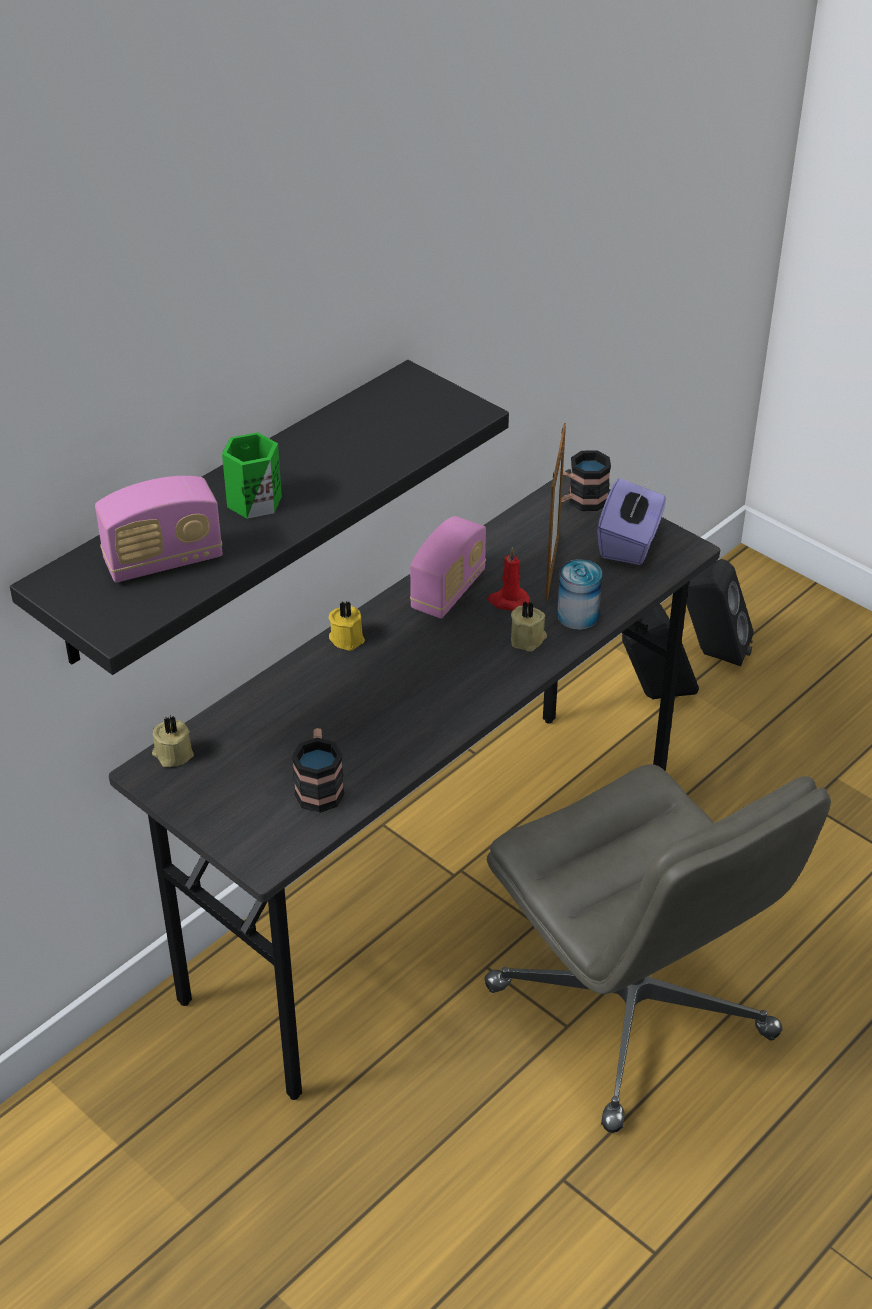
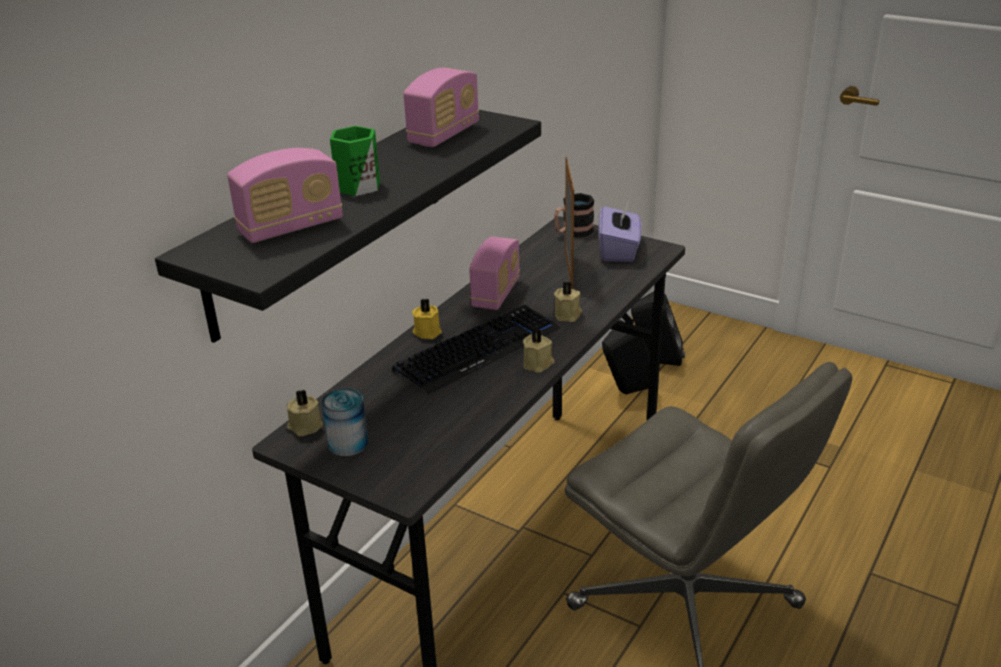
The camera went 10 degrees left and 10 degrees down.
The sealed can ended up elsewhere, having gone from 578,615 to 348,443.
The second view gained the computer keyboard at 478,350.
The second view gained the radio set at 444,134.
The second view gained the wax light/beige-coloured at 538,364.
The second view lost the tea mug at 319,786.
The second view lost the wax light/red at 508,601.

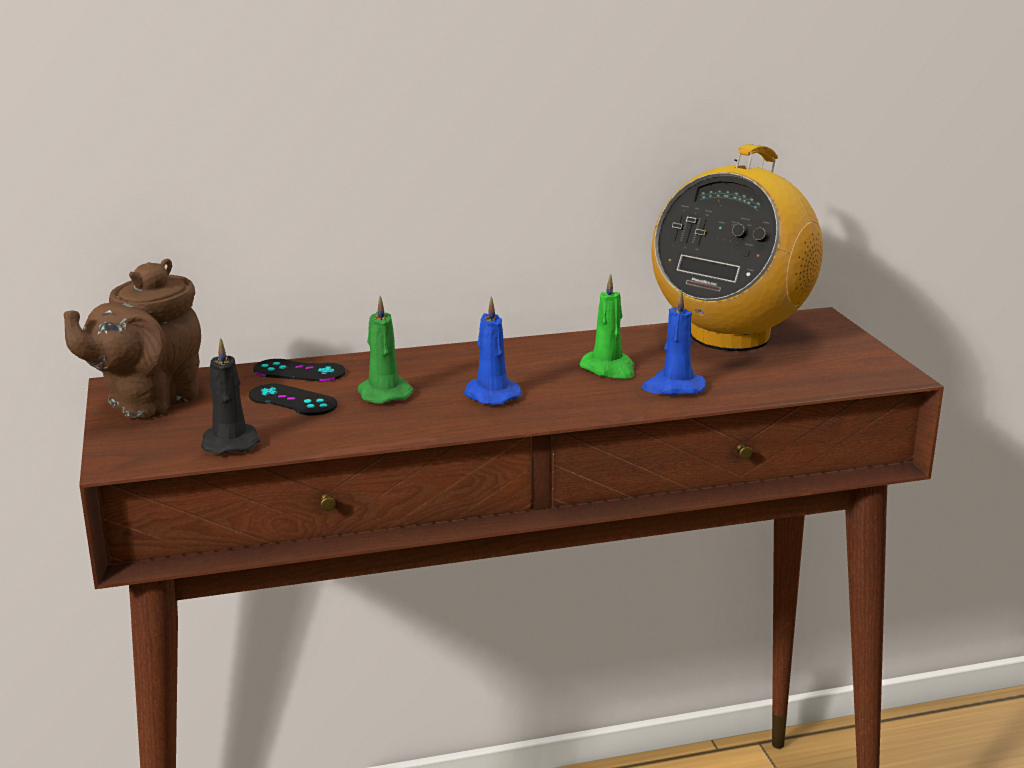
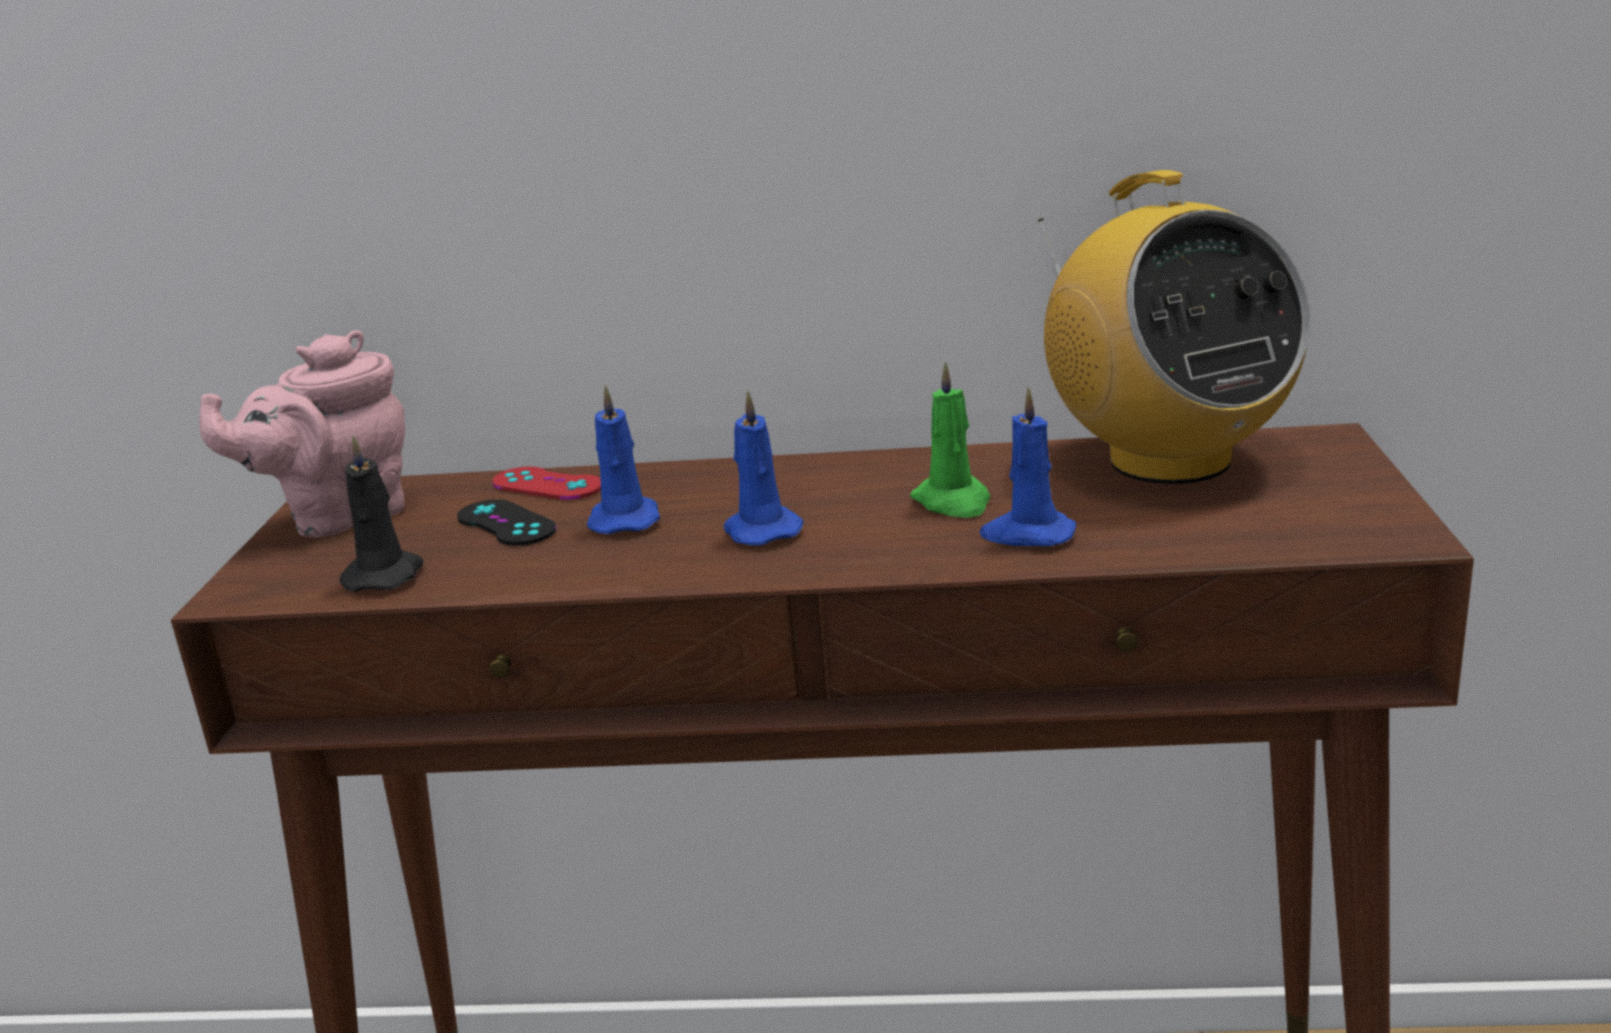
The camera went 20 degrees right and 0 degrees up.
What was the tea pot/brown-coloured at 147,403 turned into the tea pot/pink at 338,516.
What was the joypad/blackish at 299,371 turned into the joypad/red at 547,484.
What was the wax light/greenish at 383,393 turned into the wax light/blue-coloured at 625,520.
The radio set at 730,335 ended up facing another way, 75 degrees counterclockwise from before.

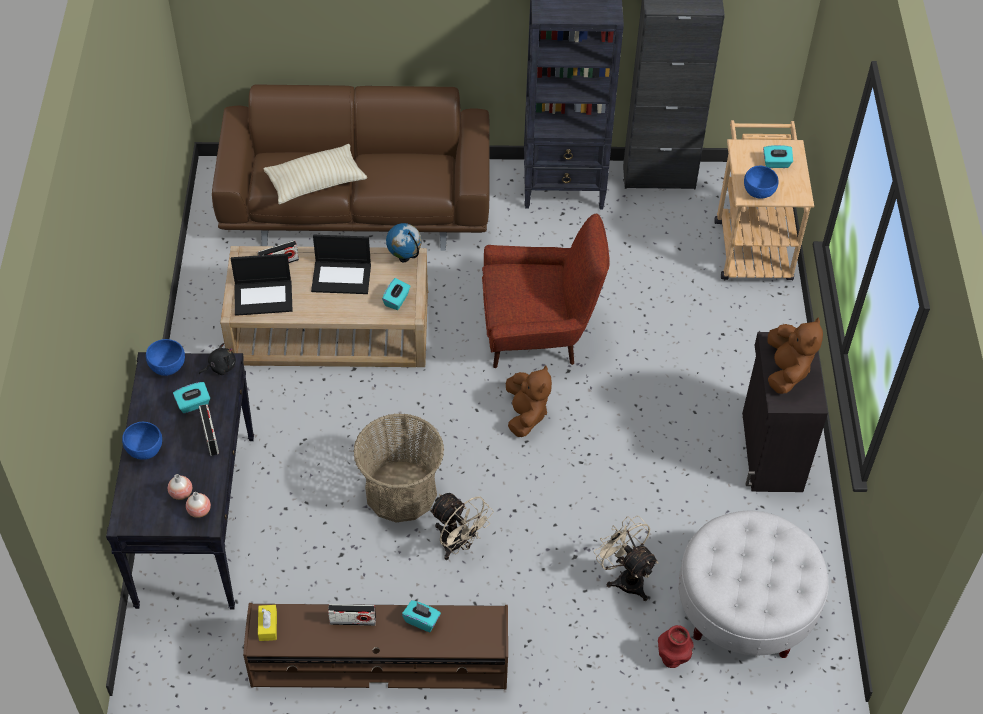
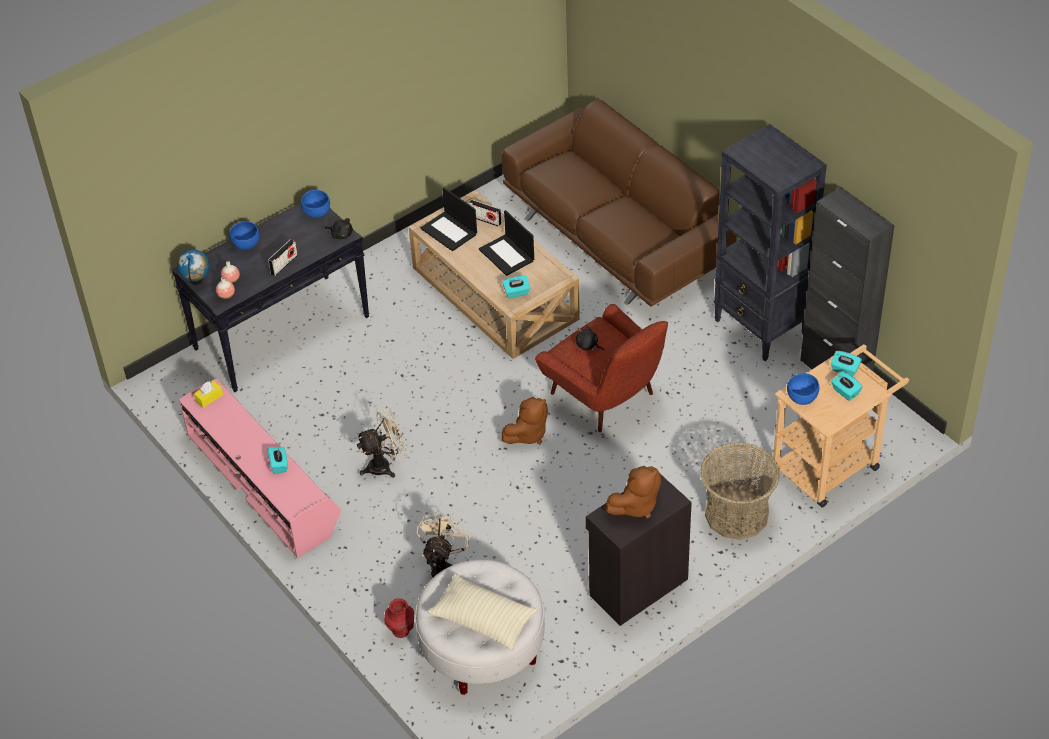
The camera went 55 degrees right and 5 degrees down.
The globe ended up elsewhere, having gone from 404,258 to 197,282.
What was the tv stand/brown-coloured at 379,657 turned into the tv stand/pink at 263,481.
The electric fan/beige-coloured at 458,544 ended up facing another way, 120 degrees counterclockwise from before.
The pillow/beige-coloured ended up elsewhere, having gone from 316,183 to 483,620.
The second view gained the cuddly toy/blackish at 588,345.
The household basket ended up elsewhere, having gone from 401,491 to 736,514.
The tissue box/turquoise-coloured ended up elsewhere, having gone from 193,404 to 844,370.
The second view lost the radio set at 352,621.

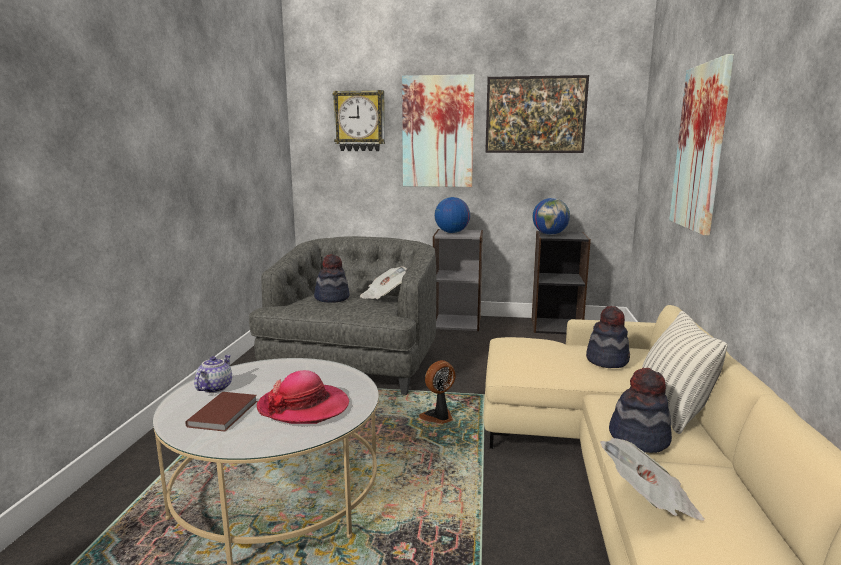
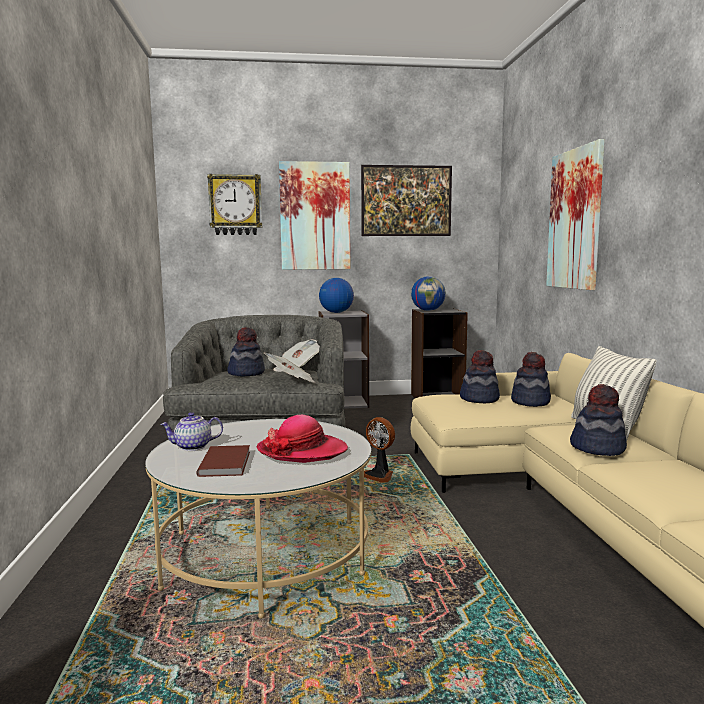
The camera went 15 degrees left and 5 degrees down.
The tea pot at 214,388 ended up facing another way, 105 degrees counterclockwise from before.
The daily paper ended up elsewhere, having gone from 649,501 to 291,381.
The electric fan at 438,417 ended up facing another way, 90 degrees counterclockwise from before.
The second view gained the clothing hat at 479,399.

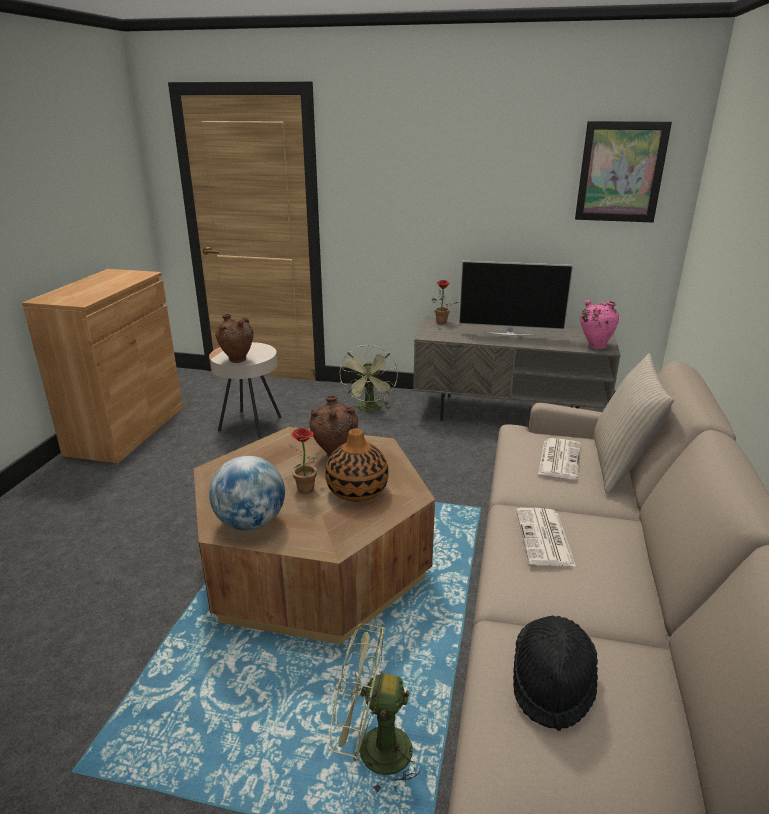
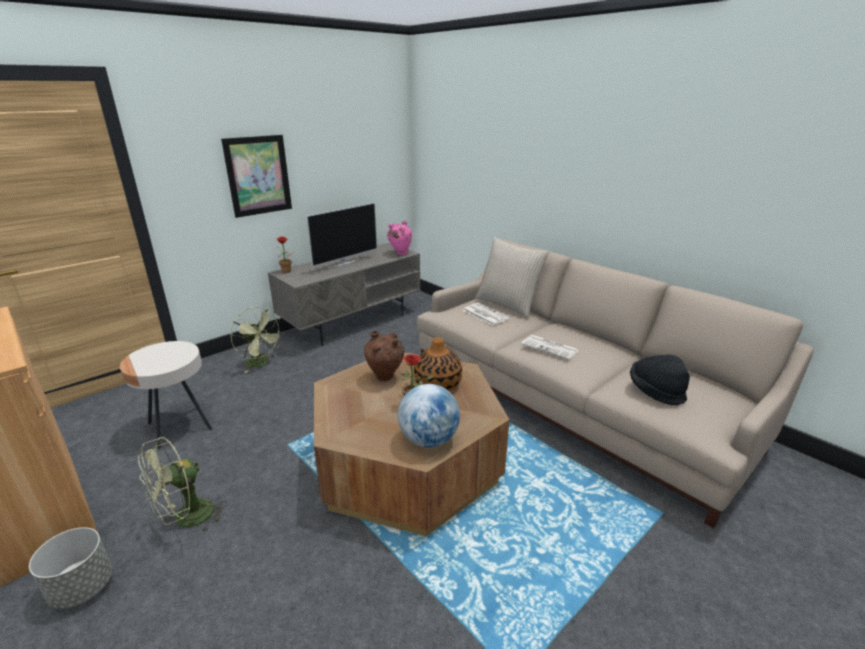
The camera went 55 degrees left and 0 degrees up.
The second view gained the planter/gray at 82,587.
The electric fan/greenish ended up elsewhere, having gone from 372,751 to 187,519.
The wall picture ended up elsewhere, having gone from 621,172 to 258,175.
The second view lost the decorative vase/brown-coloured at 237,361.

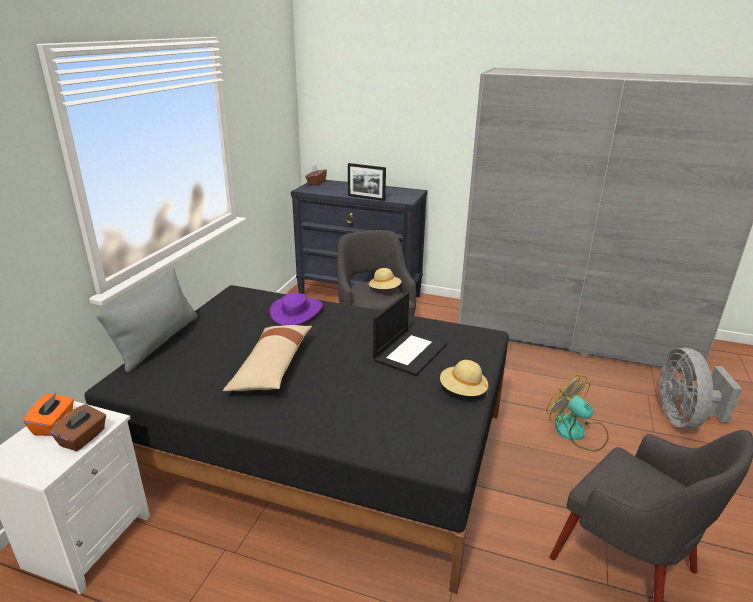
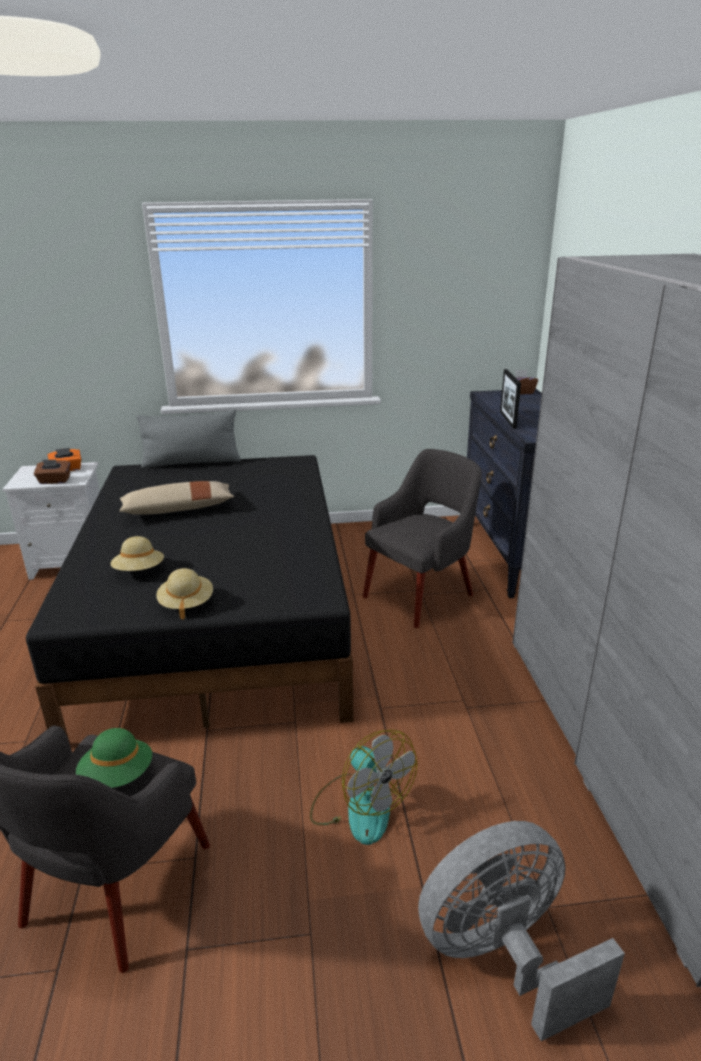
The camera went 65 degrees right and 0 degrees up.
The second view gained the clothing hat/greenish at 118,775.
The clothing hat/beige-coloured ended up elsewhere, having gone from 385,290 to 139,571.
The electric fan at 576,433 ended up facing another way, 120 degrees clockwise from before.
The second view lost the clothing hat/purple-coloured at 297,312.
The second view lost the laptop at 410,352.

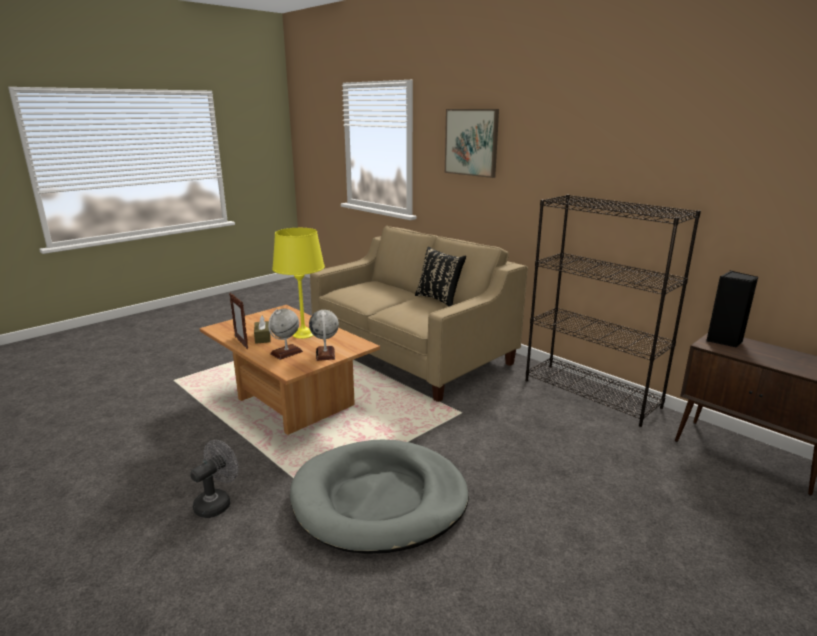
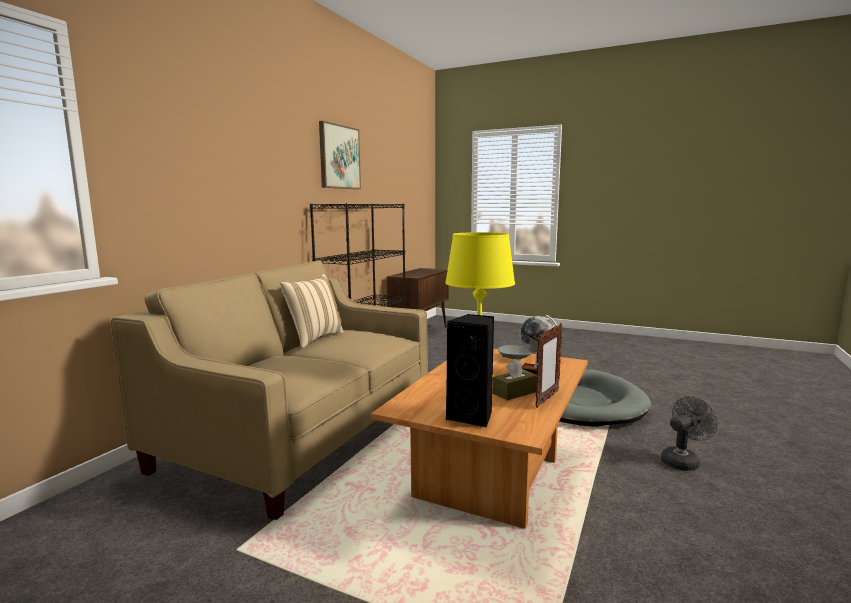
The camera went 110 degrees left and 10 degrees down.
What was the pillow/blackish at 439,299 turned into the pillow/beige-coloured at 314,338.
The wall picture ended up elsewhere, having gone from 471,142 to 339,157.
The speaker/blackish ended up elsewhere, having gone from 724,341 to 473,416.
Where the globe stood at 325,354, the bowl/gray came to stand at 515,357.
The electric fan/gray at 217,503 ended up facing another way, 135 degrees clockwise from before.

